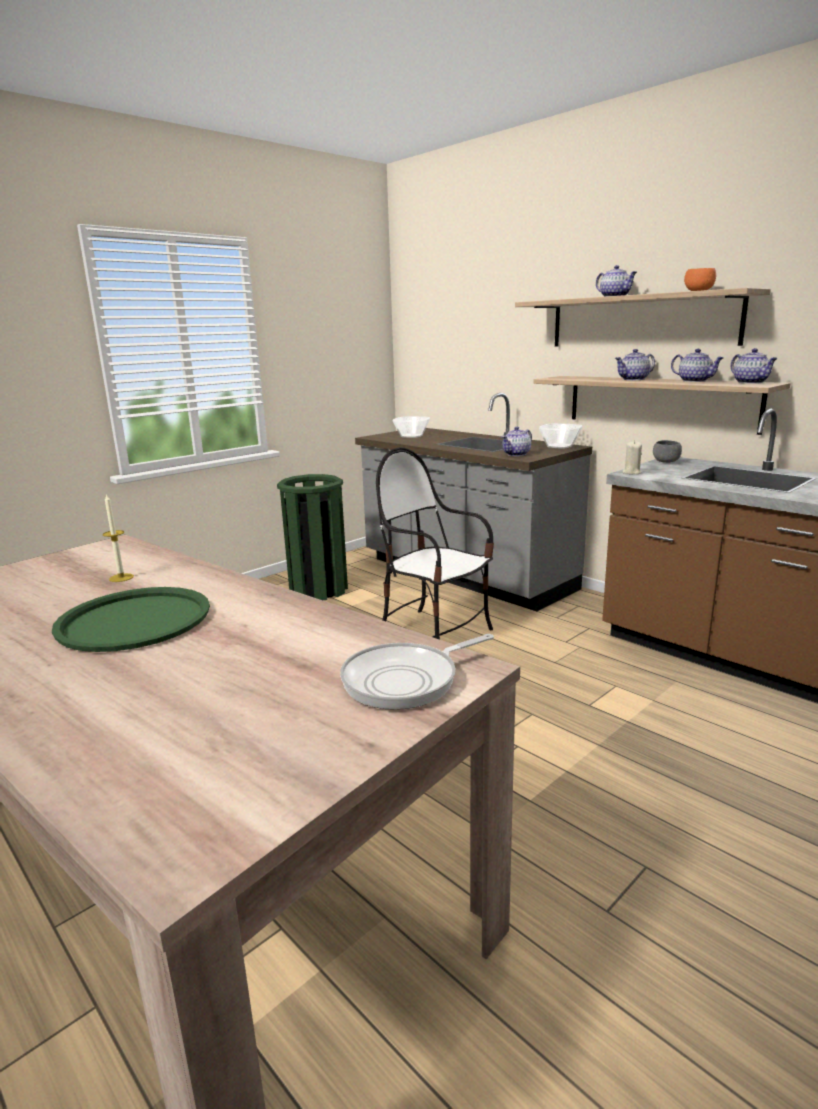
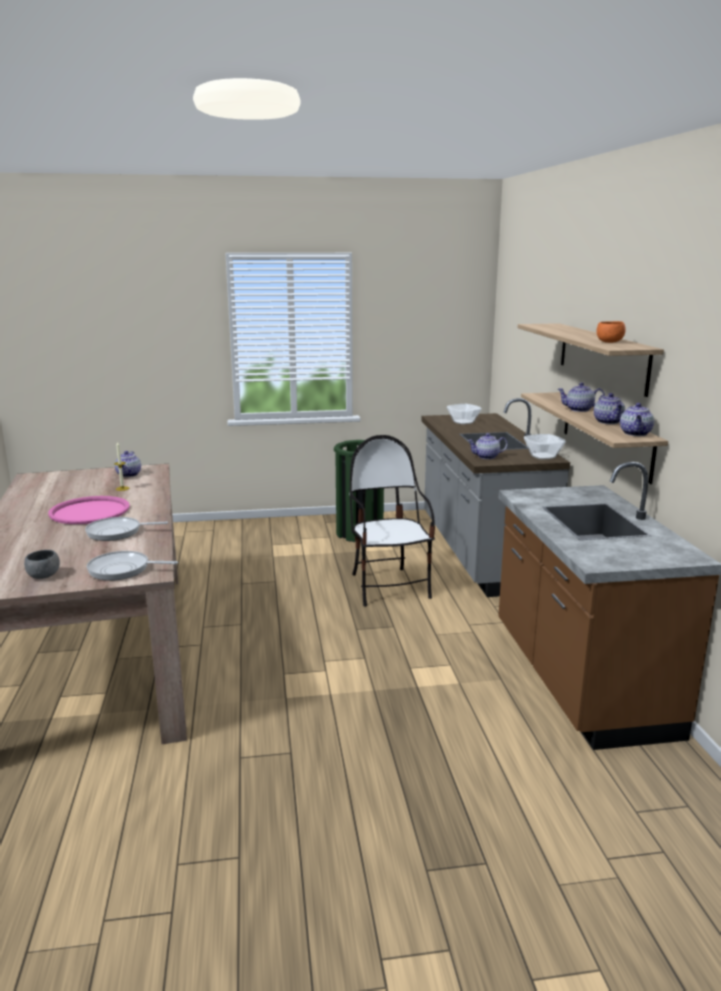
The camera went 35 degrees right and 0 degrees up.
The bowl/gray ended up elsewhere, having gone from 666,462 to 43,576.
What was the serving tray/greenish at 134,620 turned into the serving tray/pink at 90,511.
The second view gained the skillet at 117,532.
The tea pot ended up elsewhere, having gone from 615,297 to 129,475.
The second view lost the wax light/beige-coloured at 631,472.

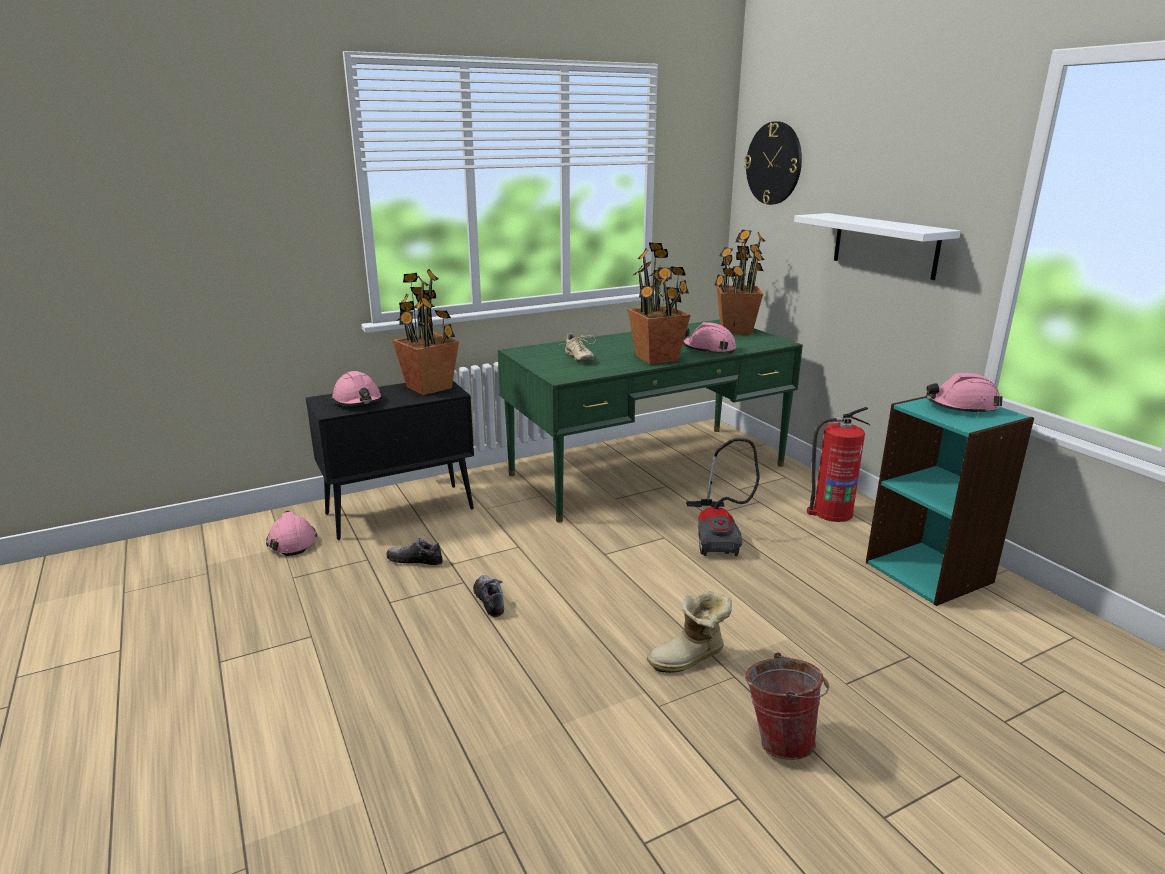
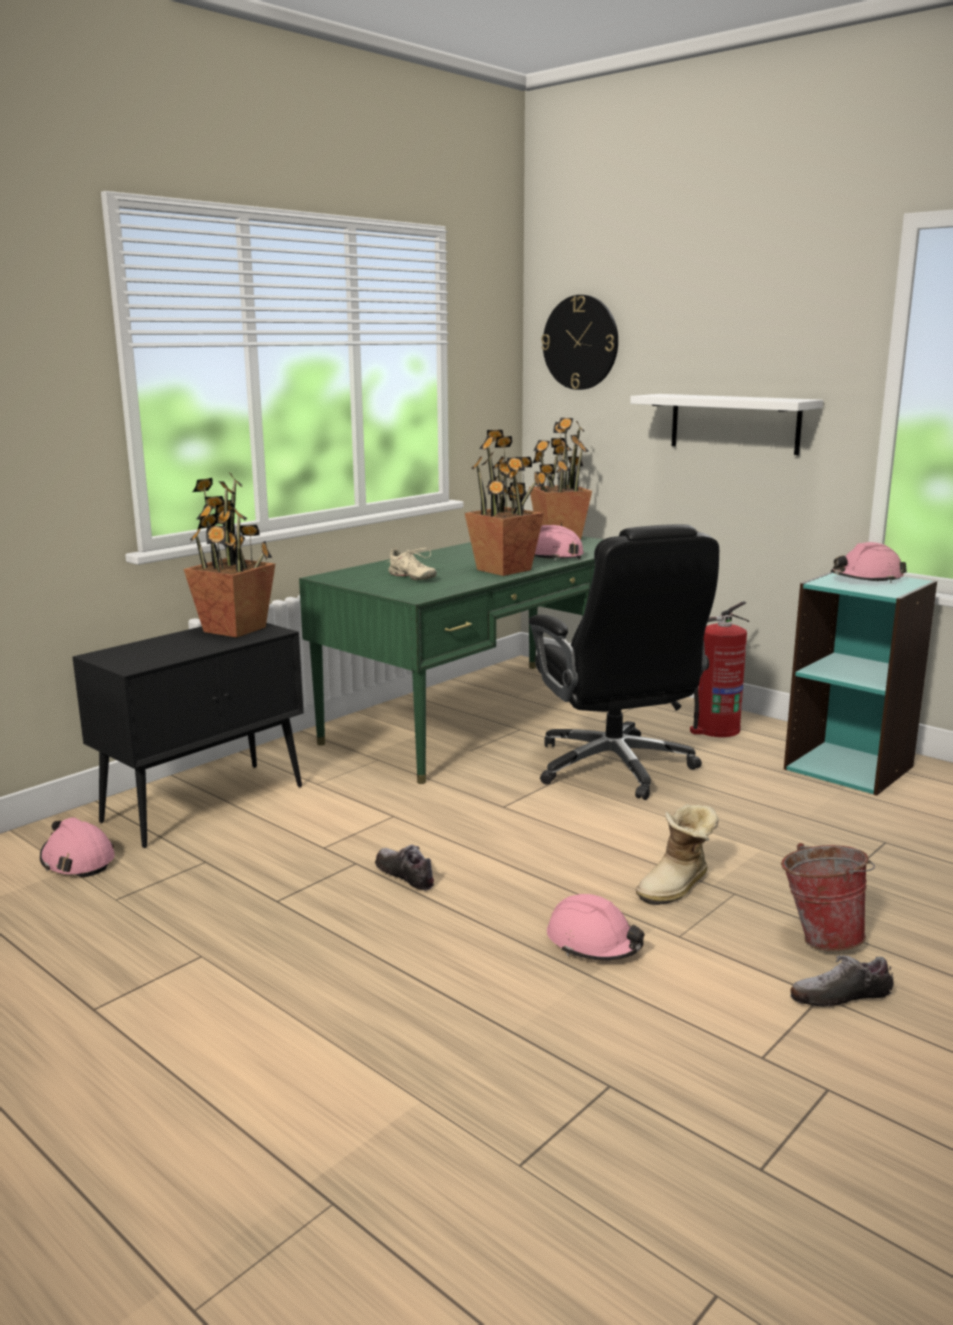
The camera went 20 degrees left and 5 degrees down.
Where the vacuum cleaner stood at 718,535, the office chair/blackish came to stand at 615,768.
The hard hat/pink ended up elsewhere, having gone from 358,401 to 594,943.
The shoe ended up elsewhere, having gone from 415,560 to 839,996.

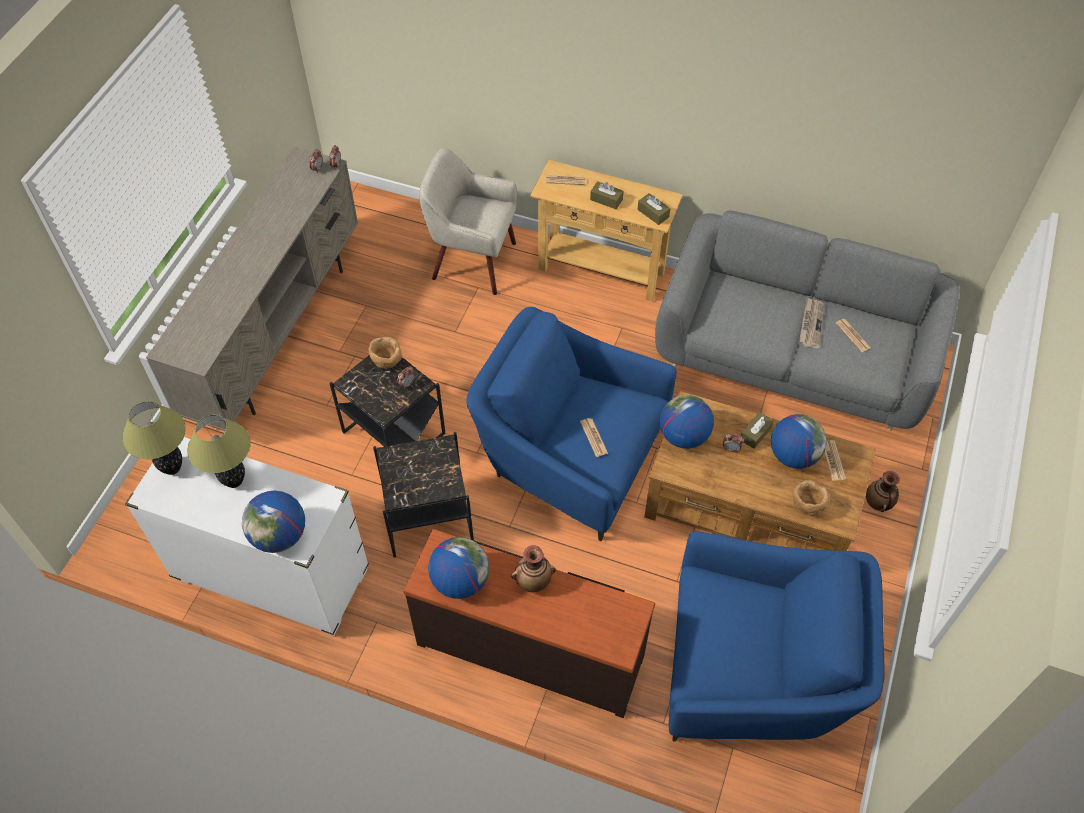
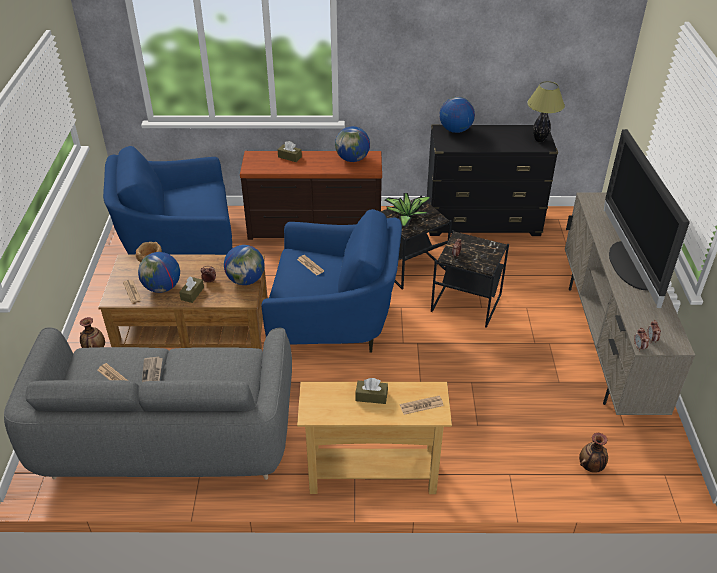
The camera went 160 degrees right and 15 degrees down.
The tissue box/brown-coloured ended up elsewhere, having gone from 653,213 to 289,157.
The second view gained the plant in a pot at 406,216.
What was the drawer chest/white-coloured at 271,574 turned into the drawer chest/blackish at 482,222.
The decorative vase ended up elsewhere, having gone from 533,581 to 591,467.
The second view gained the TV set at 630,265.
The second view lost the table lamp at 234,481.
The second view lost the bowl/brown-coloured at 387,362.
The second view lost the lounge chair/beige-coloured at 472,261.

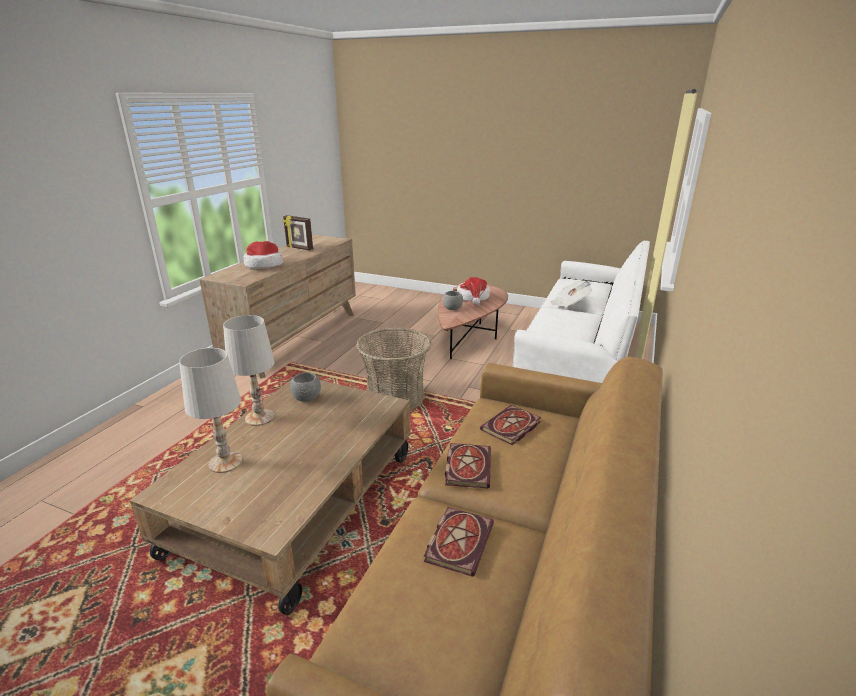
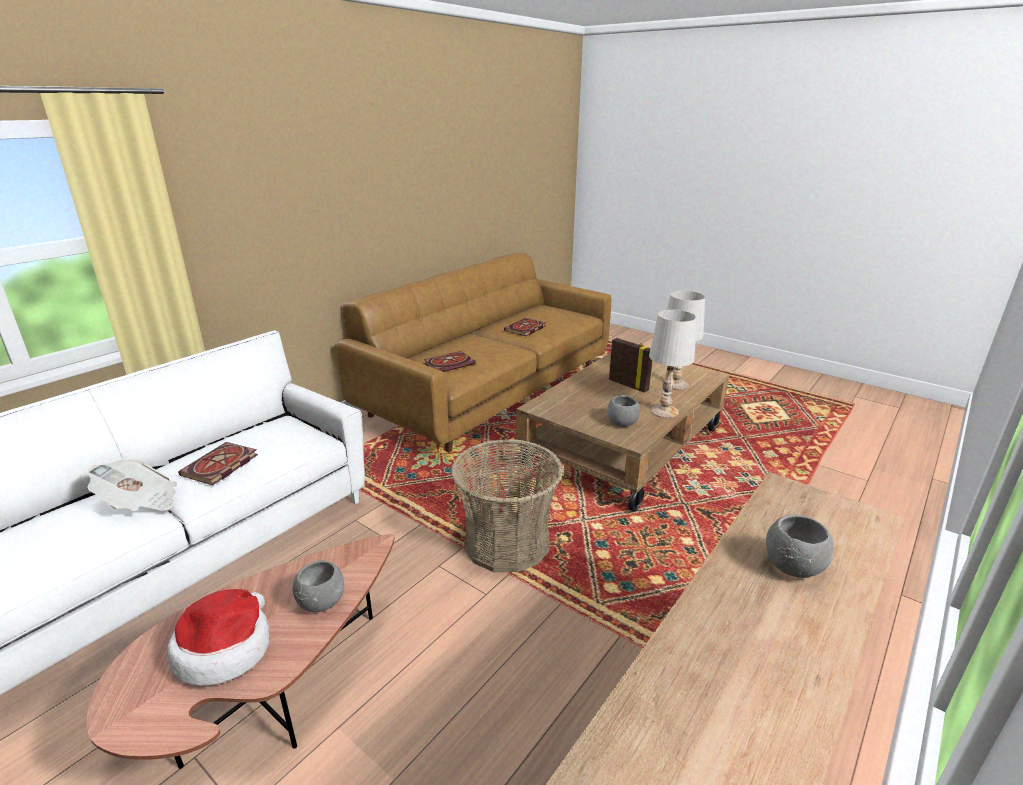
The camera went 165 degrees left and 0 degrees up.
The volume ended up elsewhere, having gone from 467,466 to 220,466.
The picture frame ended up elsewhere, having gone from 299,248 to 629,385.
Where the clothing hat stood at 264,265, the bowl/gray came to stand at 793,567.

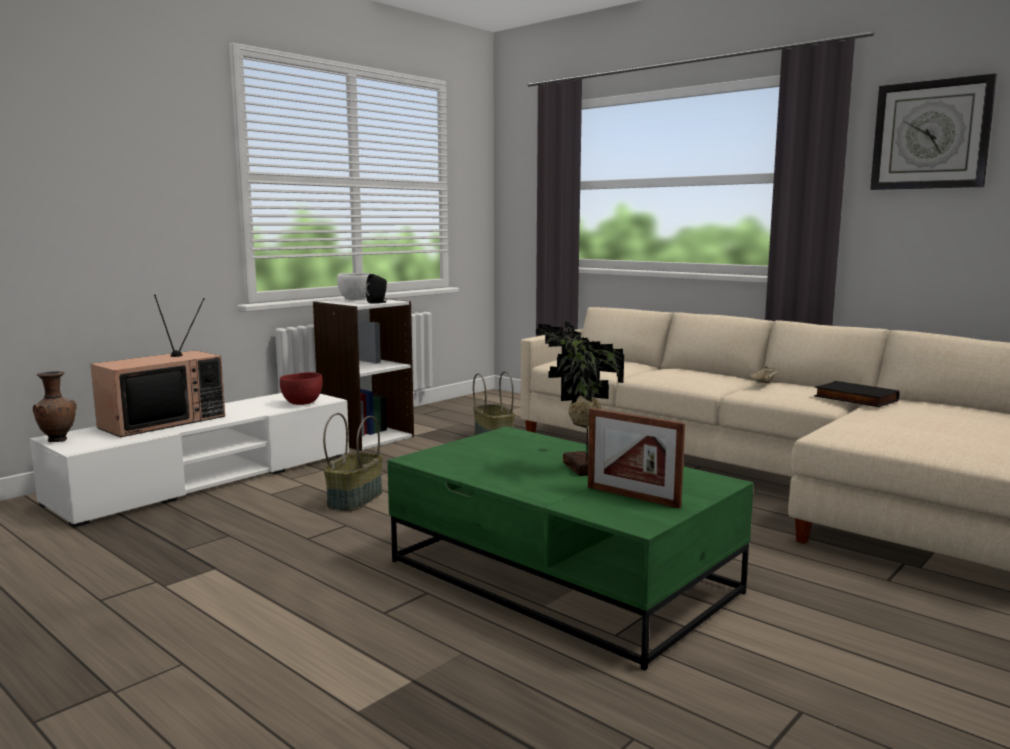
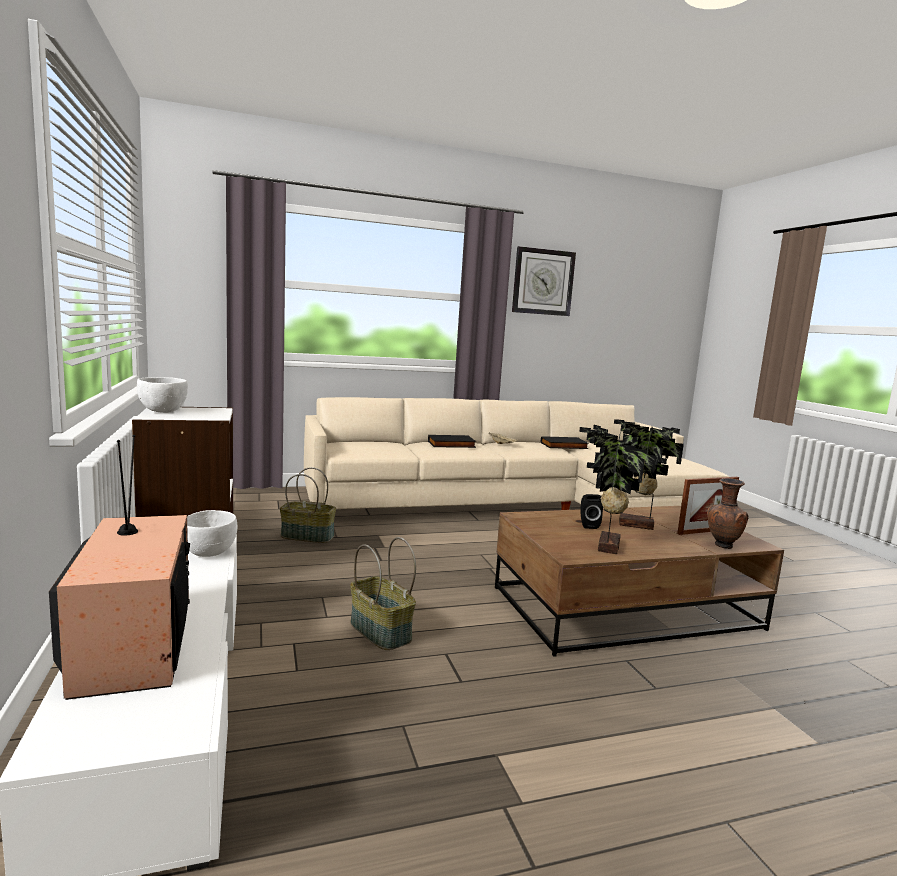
The camera went 60 degrees left and 0 degrees up.
What was the bowl/red at 302,403 turned into the bowl/white-coloured at 210,553.
The second view gained the volume/blackish at 451,445.
What was the low table/greenish at 563,577 turned into the low table/brown-coloured at 626,607.
The second view gained the plant in a pot at 605,546.
The speaker/blackish ended up elsewhere, having gone from 378,302 to 588,525.
The decorative vase/brown-coloured ended up elsewhere, having gone from 58,440 to 722,546.

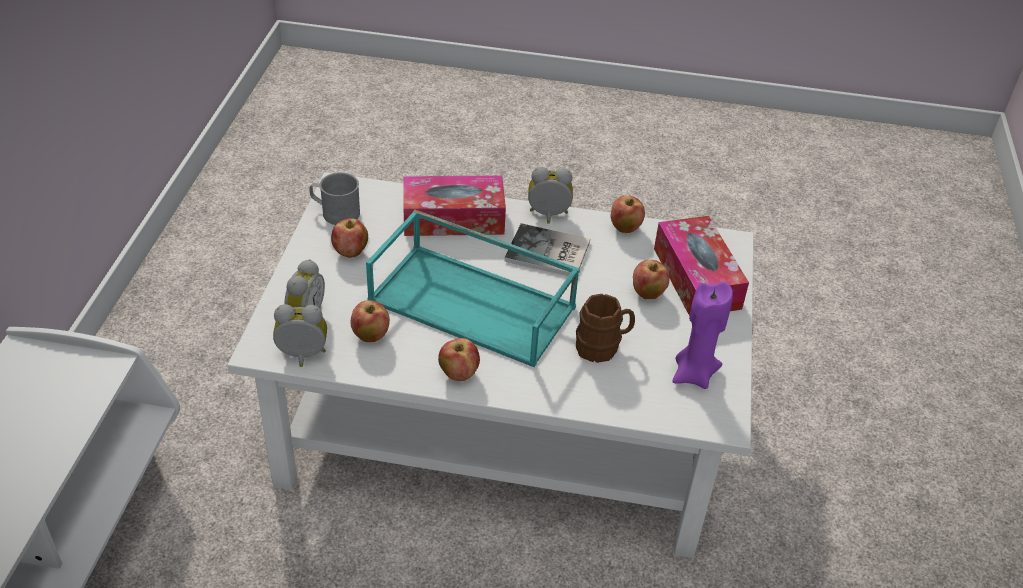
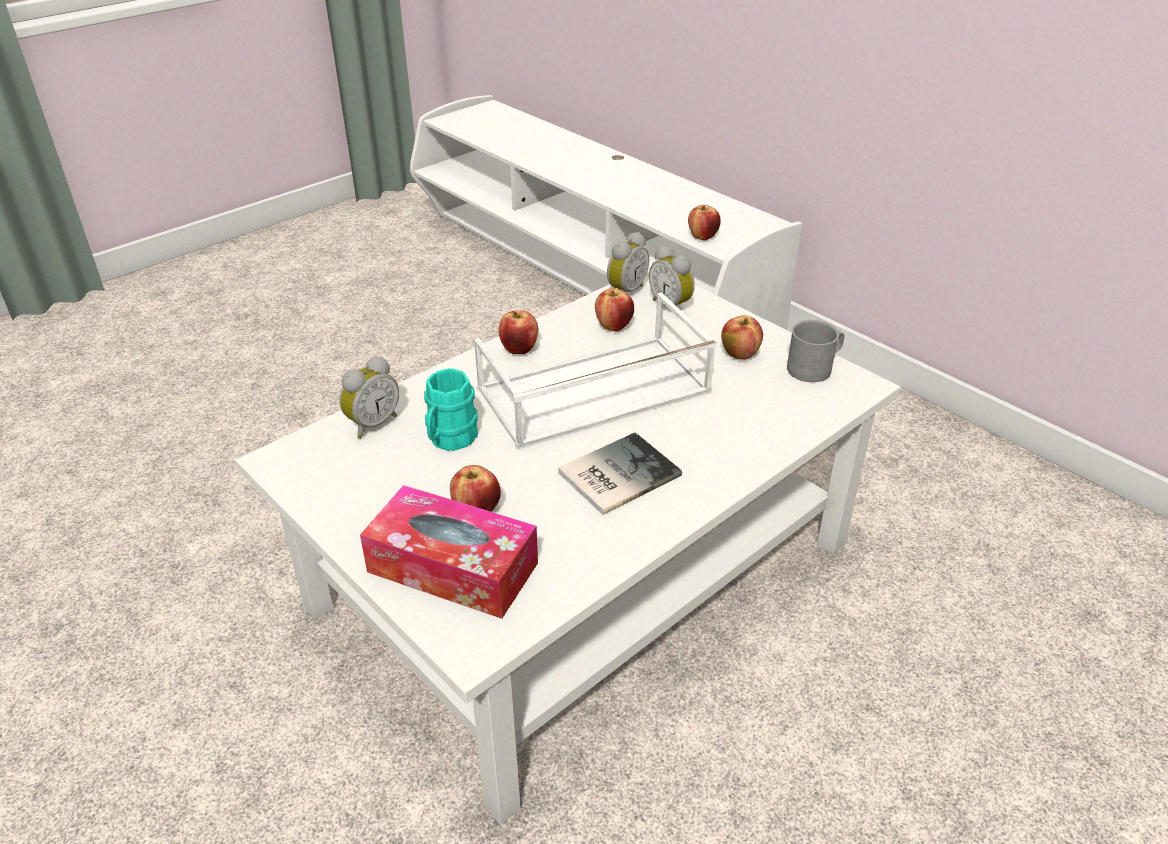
The camera went 130 degrees right and 5 degrees down.
The table clock ended up elsewhere, having gone from 548,216 to 372,424.
What was the tea mug/brown-coloured at 603,346 turned into the tea mug/turquoise-coloured at 449,439.
What was the serving tray/turquoise-coloured at 474,303 turned into the serving tray/white-coloured at 593,392.
The apple fruit ended up elsewhere, having gone from 625,228 to 702,237.
The second view lost the tissue box at 453,218.
The second view lost the wax light/purple-coloured at 693,374.

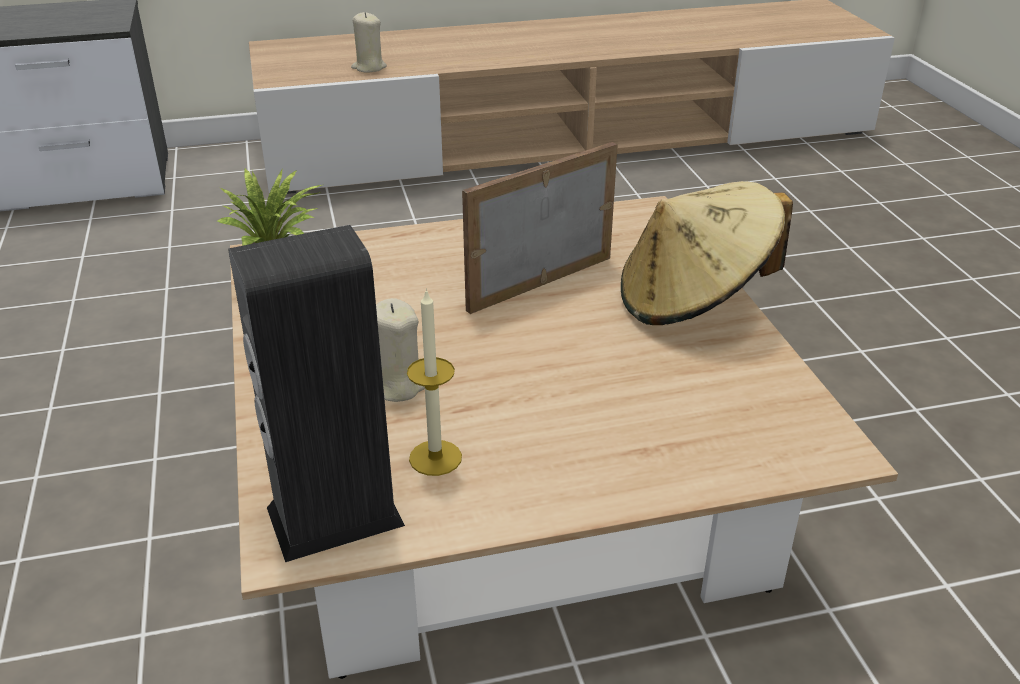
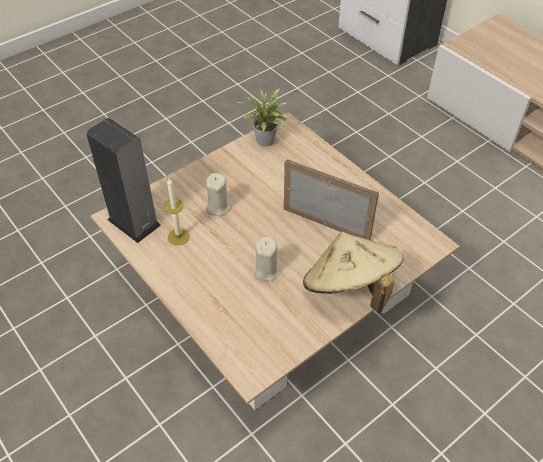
The camera went 65 degrees right and 15 degrees up.
The wax light/beige-coloured ended up elsewhere, having gone from 369,67 to 266,271.

